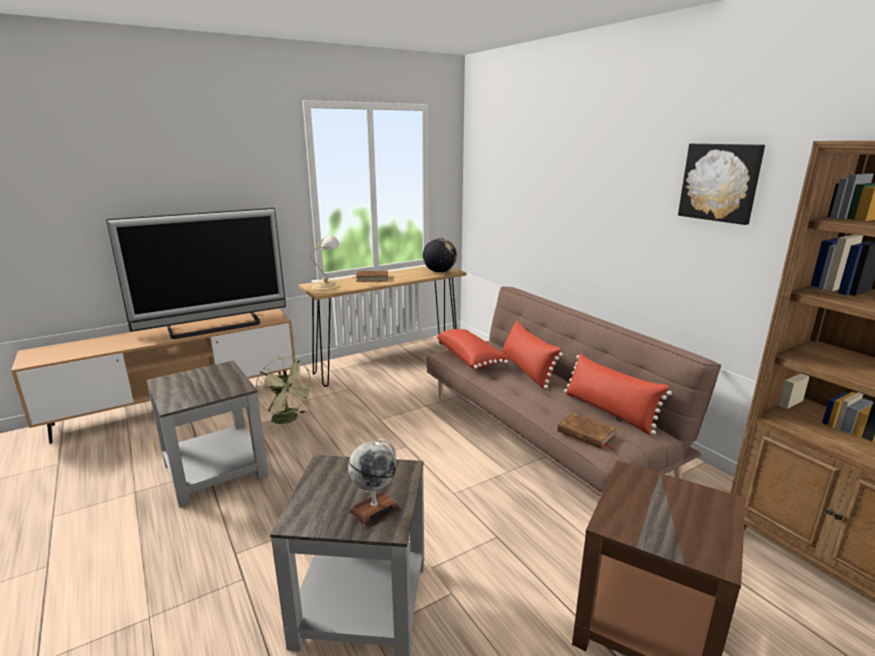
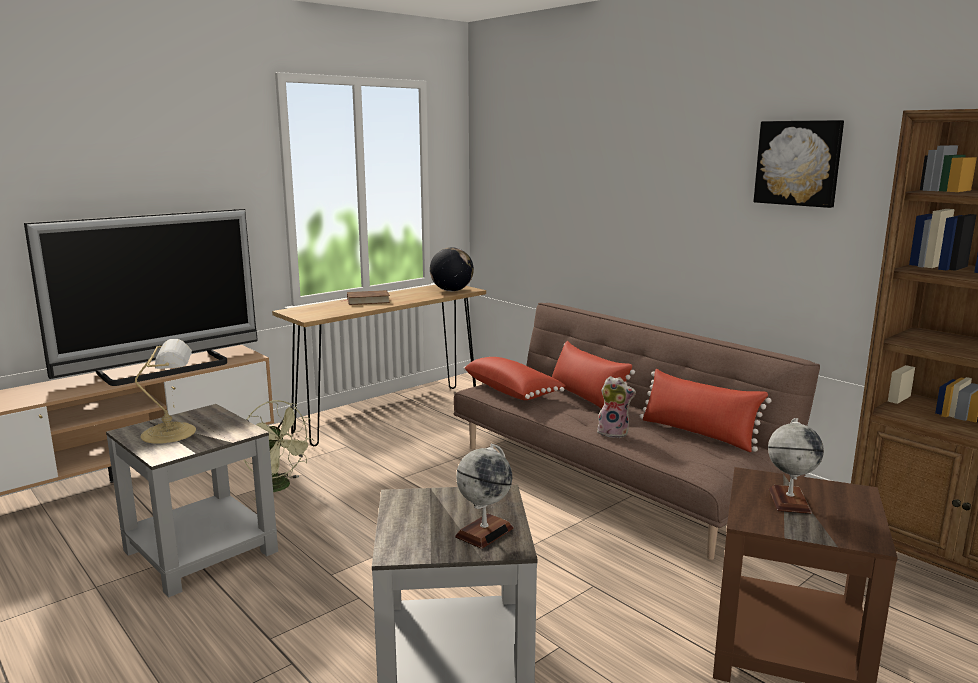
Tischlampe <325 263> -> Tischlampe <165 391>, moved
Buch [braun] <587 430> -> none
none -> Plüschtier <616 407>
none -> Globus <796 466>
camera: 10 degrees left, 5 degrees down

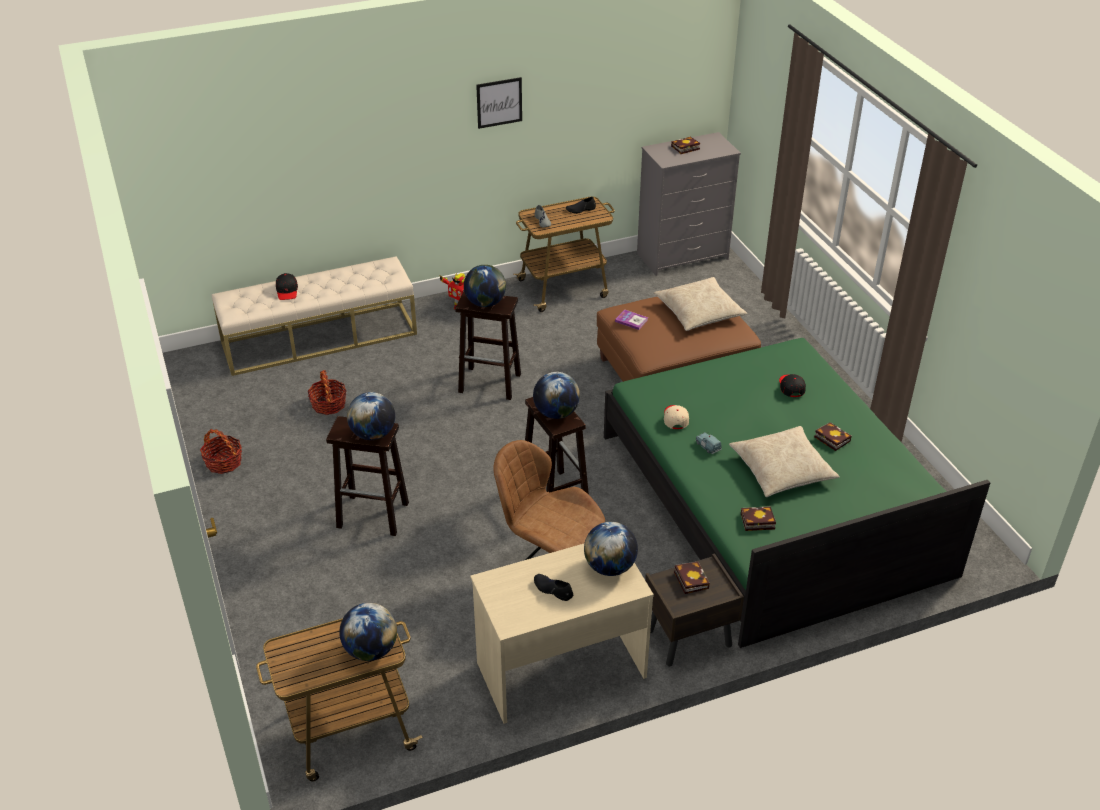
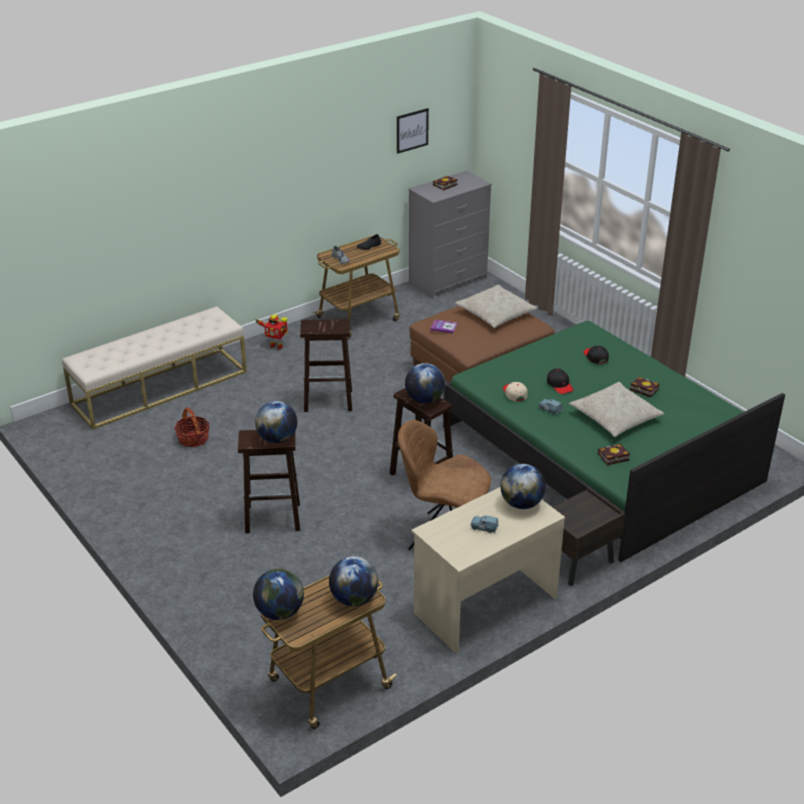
Bild <499 103> -> Bild <413 131>, moved
Globus <485 286> -> Globus <278 594>, moved
Kappe [schwarz] <287 286> -> Kappe [schwarz] <560 381>, moved
Korb <221 451> -> none
Buch <692 578> -> none
Schuh [schwarz] <553 587> -> Spielzeugauto [blau] <484 524>
camera: 15 degrees left, 5 degrees down

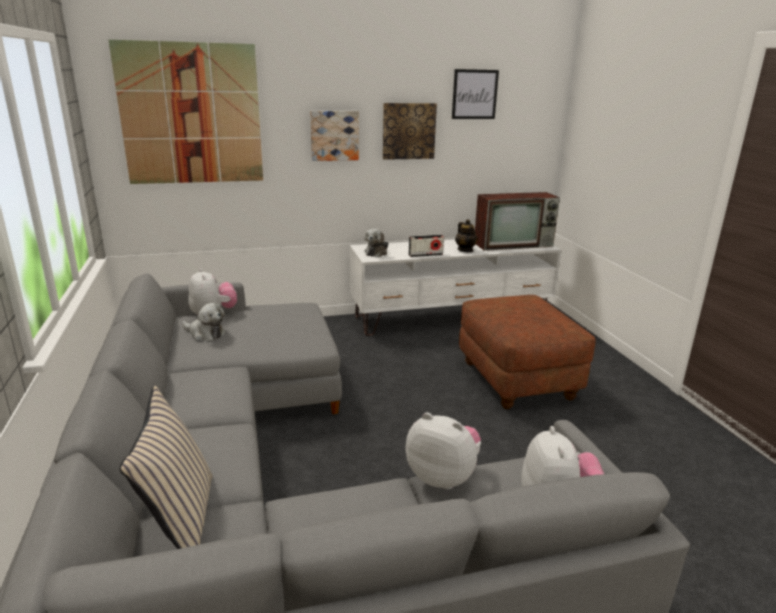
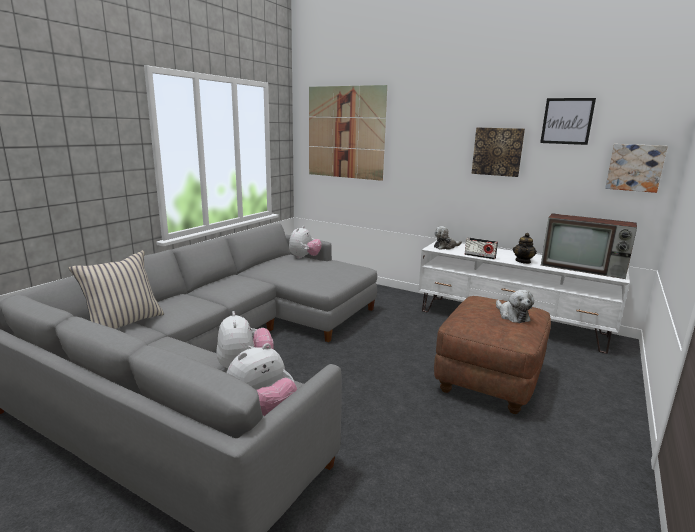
Bild <334 136> -> Bild <636 168>, moved
Plüschtier <204 322> -> Plüschtier <515 306>, moved
camera: 45 degrees right, 5 degrees down

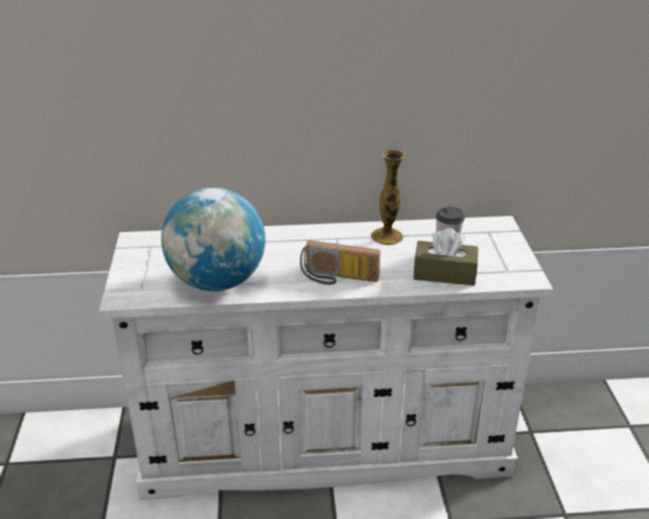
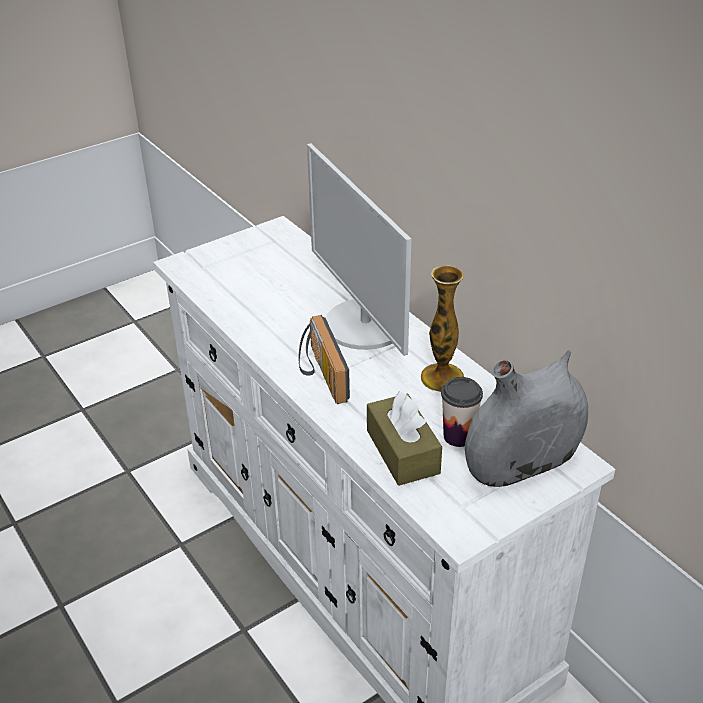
Globus <213 239> -> none
none -> Monitor <359 249>
none -> Vase [grau] <526 418>
camera: 60 degrees right, 5 degrees up

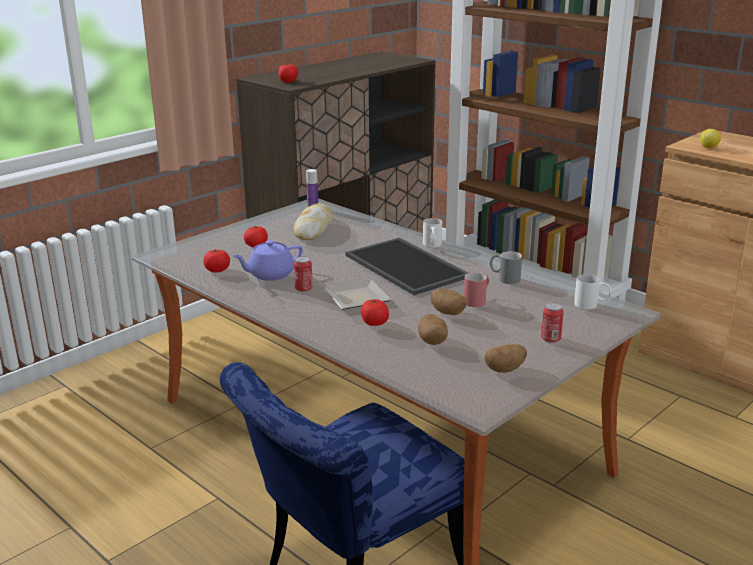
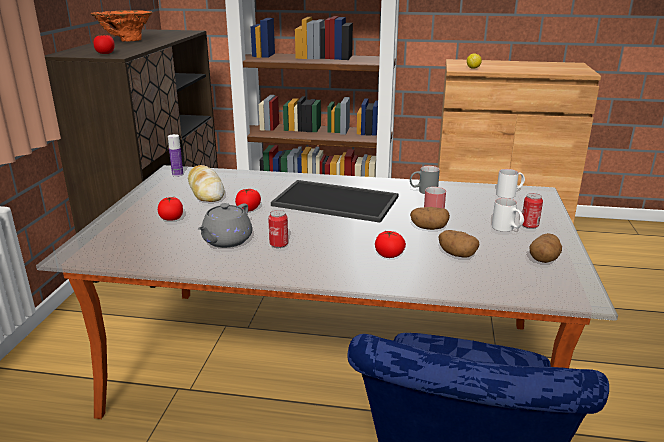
Henkelbecher [weiß] <432 233> -> Henkelbecher [weiß] <508 215>, moved
Teekanne [lila] <268 260> -> Teekanne [grau] <225 225>
Tomate <216 261> -> Tomate <248 200>, moved
Teller <357 295> -> none
none -> Vase [orange] <122 26>
camera: 35 degrees left, 0 degrees up

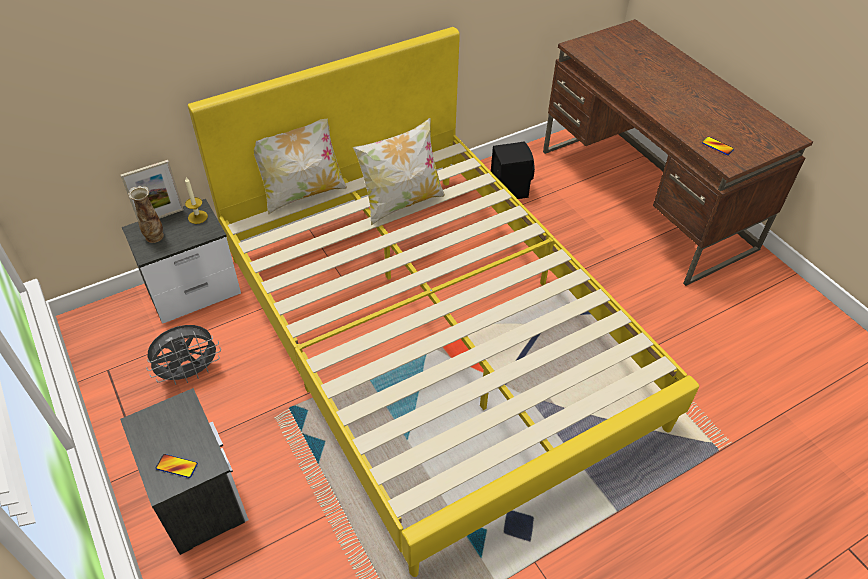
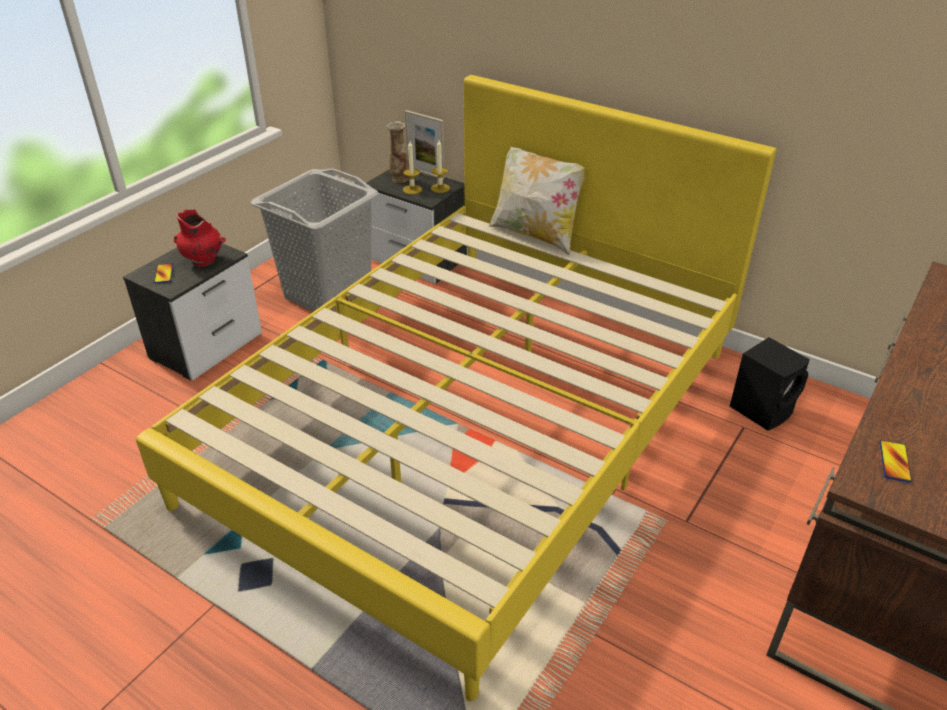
Kissen <399 172> -> none
Ventilator [grau] <183 355> -> Wäschekorb [grau] <315 240>
none -> Kerze <412 167>
none -> Vase [rot] <200 238>
camera: 65 degrees right, 10 degrees down

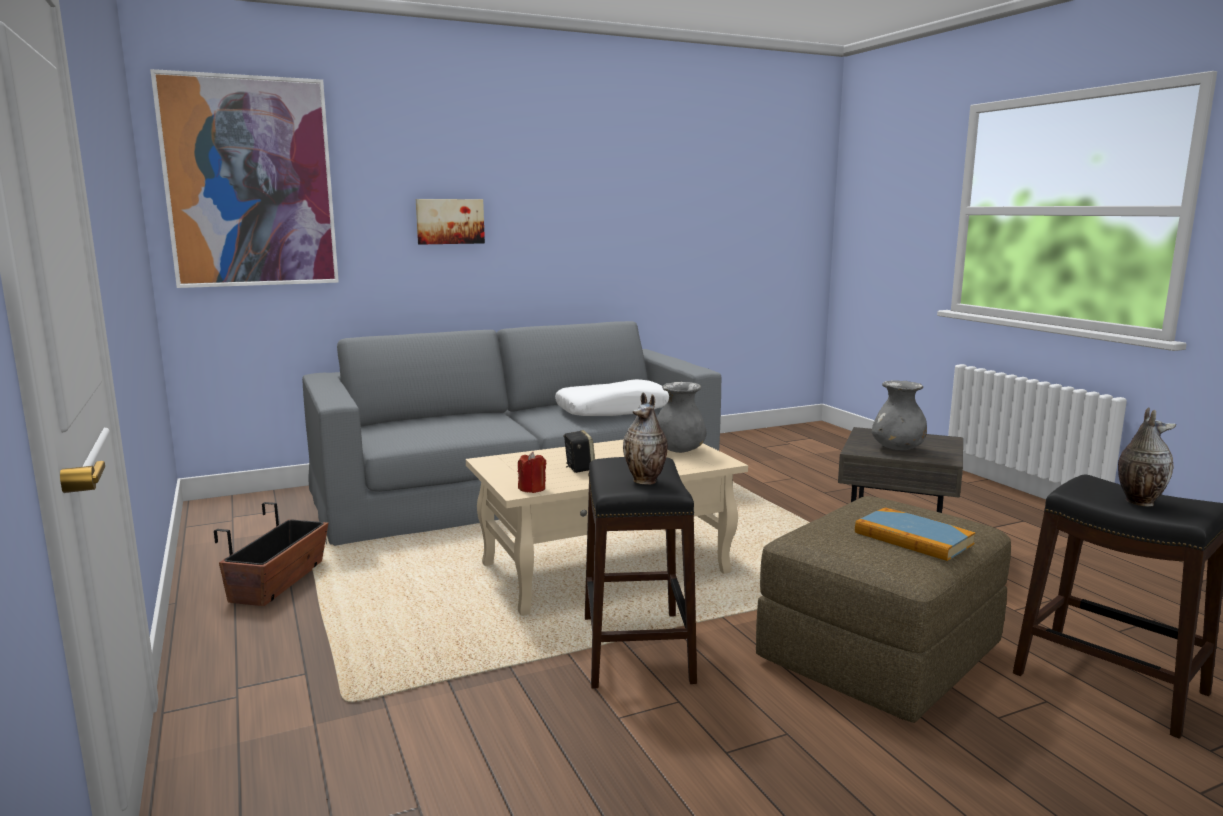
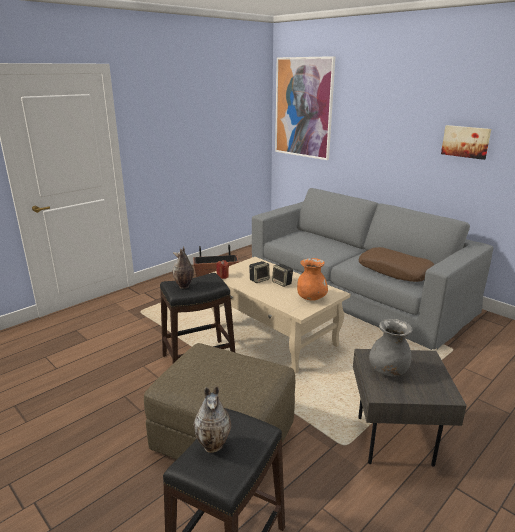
Bild <450 222> -> Bild <466 142>, moved
Kissen [weiß] <612 397> -> Kissen [braun] <397 264>
Vase [grau] <681 417> -> Vase [orange] <312 279>
Buch <915 534> -> none
none -> Lautsprecher <282 275>
camera: 70 degrees right, 10 degrees up

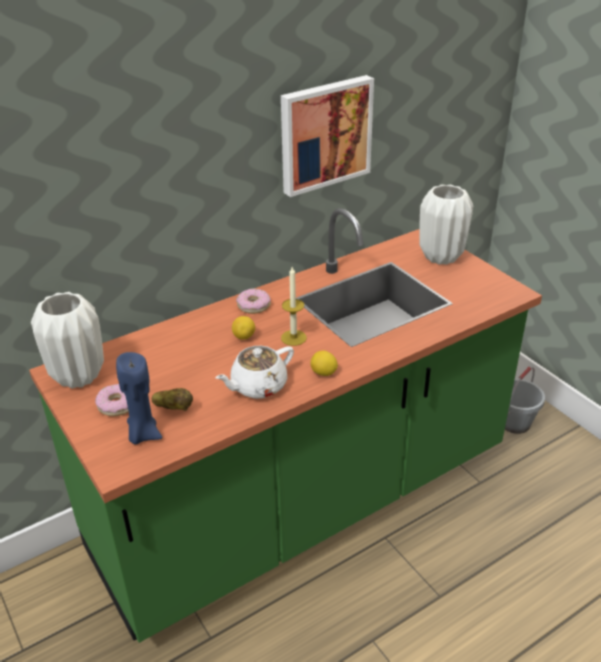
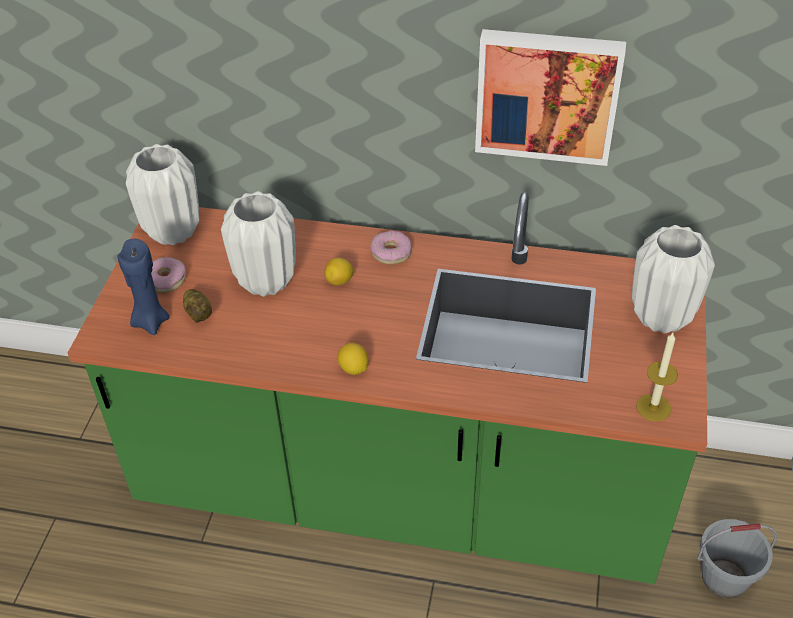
Kerze <294 306> -> Kerze <657 377>, moved
Teekanne [weiß] <254 372> -> none
none -> Vase [weiß] <258 244>
camera: 45 degrees right, 10 degrees up

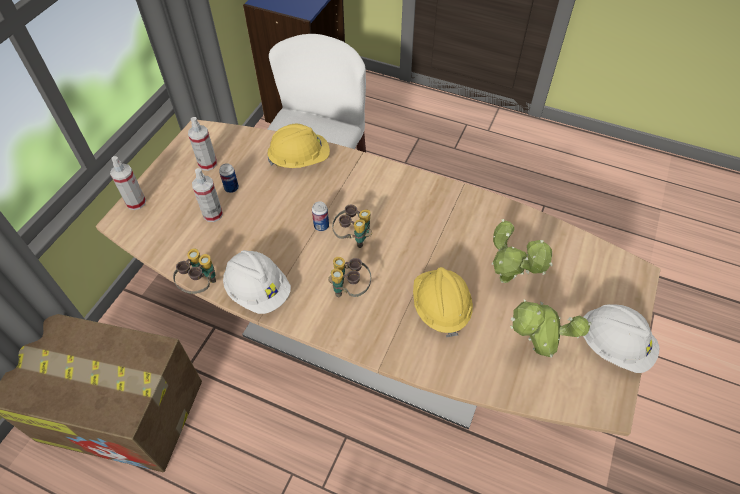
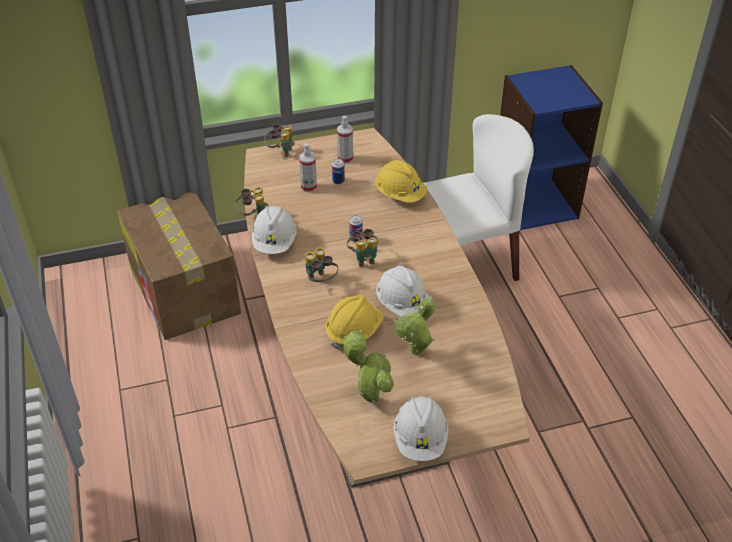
Sprühflasche <128 183> -> Fernglas <279 140>
none -> Schutzhelm [weiß] <403 291>
camera: 50 degrees right, 10 degrees down

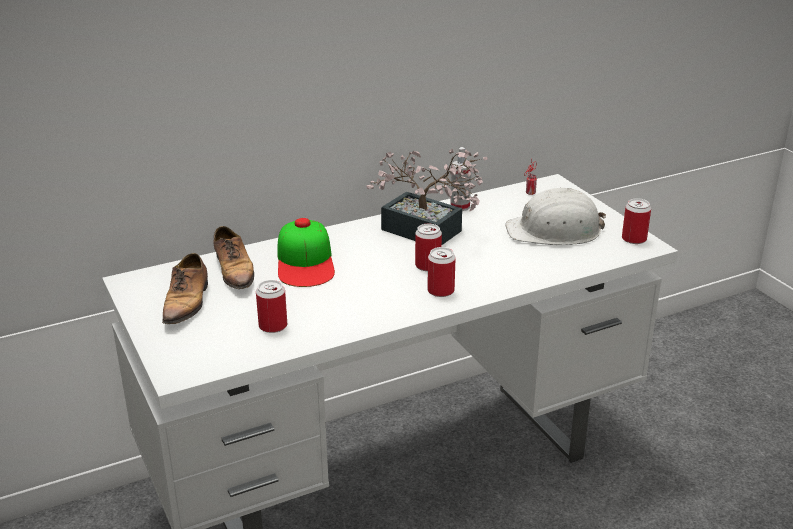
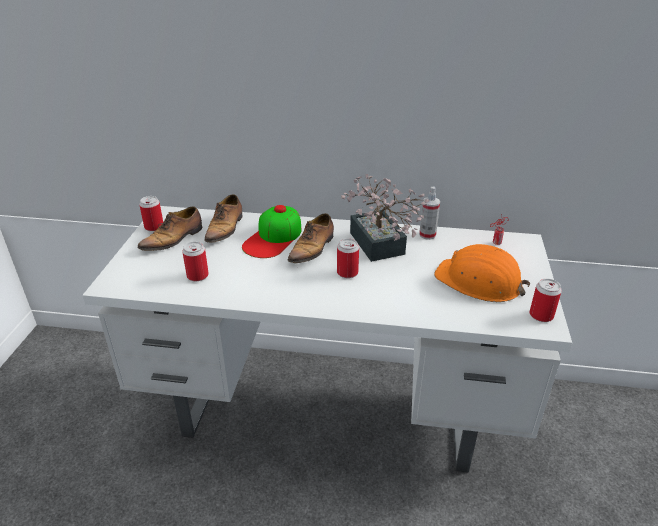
Schutzhelm [weiß] <555 216> -> Schutzhelm [orange] <482 273>
Dose <441 272> -> Dose <151 213>, moved
none -> Schuh <310 240>
camera: 35 degrees right, 5 degrees up

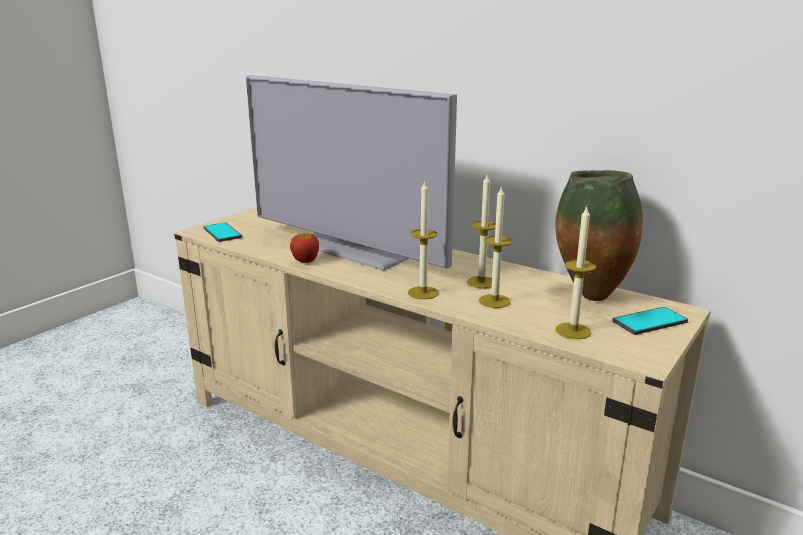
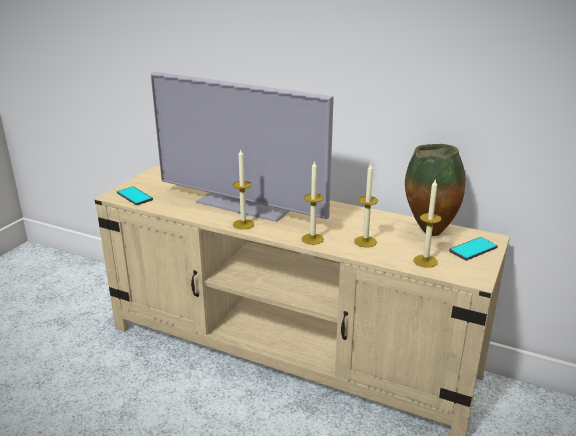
Kerze <481 231> -> Kerze <243 190>, moved
Apfel <304 248> -> none
camera: 10 degrees left, 5 degrees up

